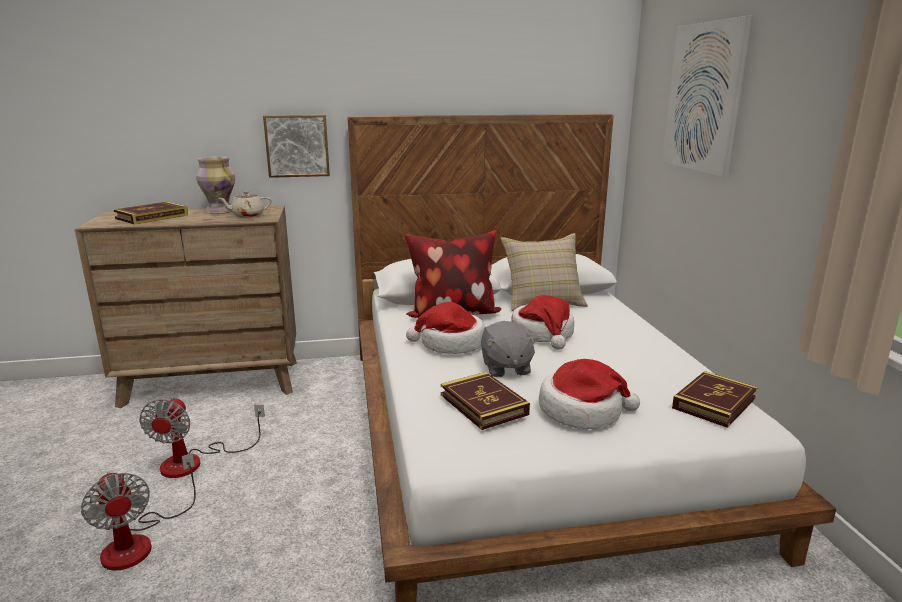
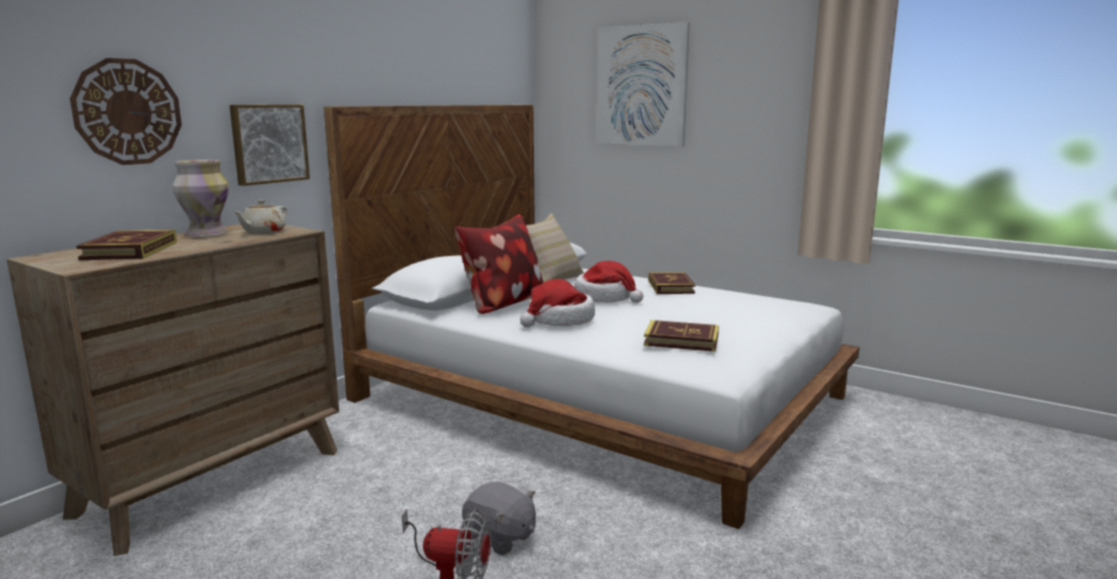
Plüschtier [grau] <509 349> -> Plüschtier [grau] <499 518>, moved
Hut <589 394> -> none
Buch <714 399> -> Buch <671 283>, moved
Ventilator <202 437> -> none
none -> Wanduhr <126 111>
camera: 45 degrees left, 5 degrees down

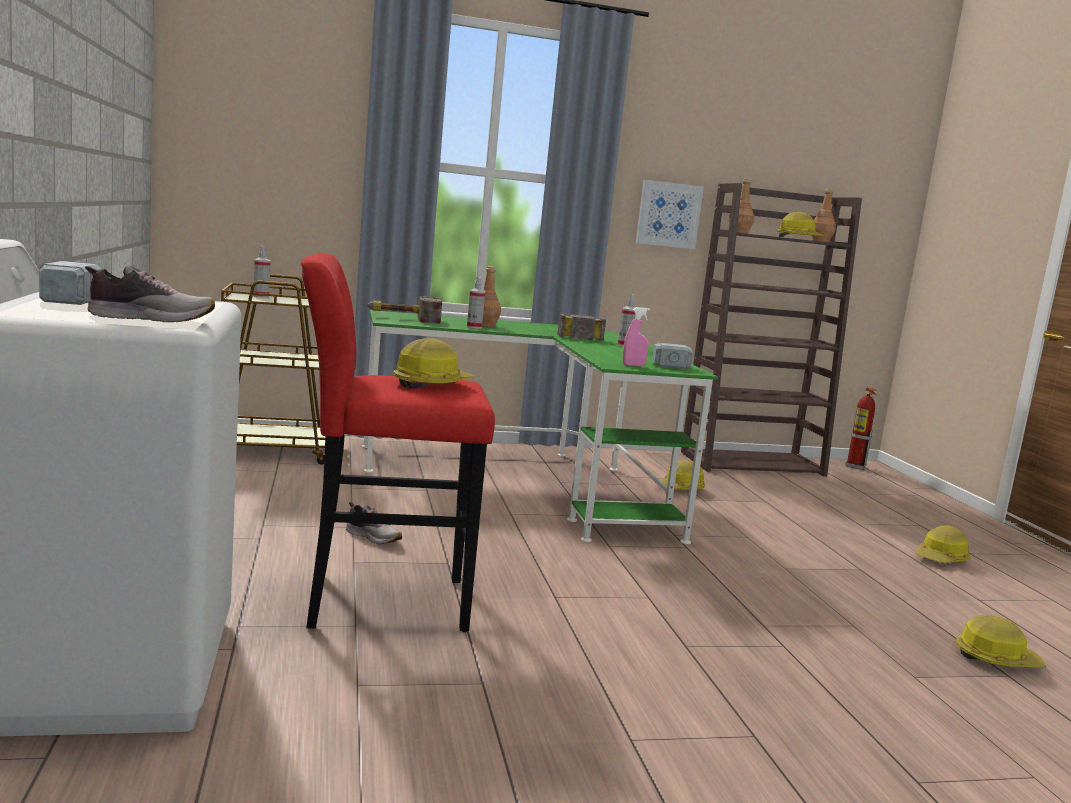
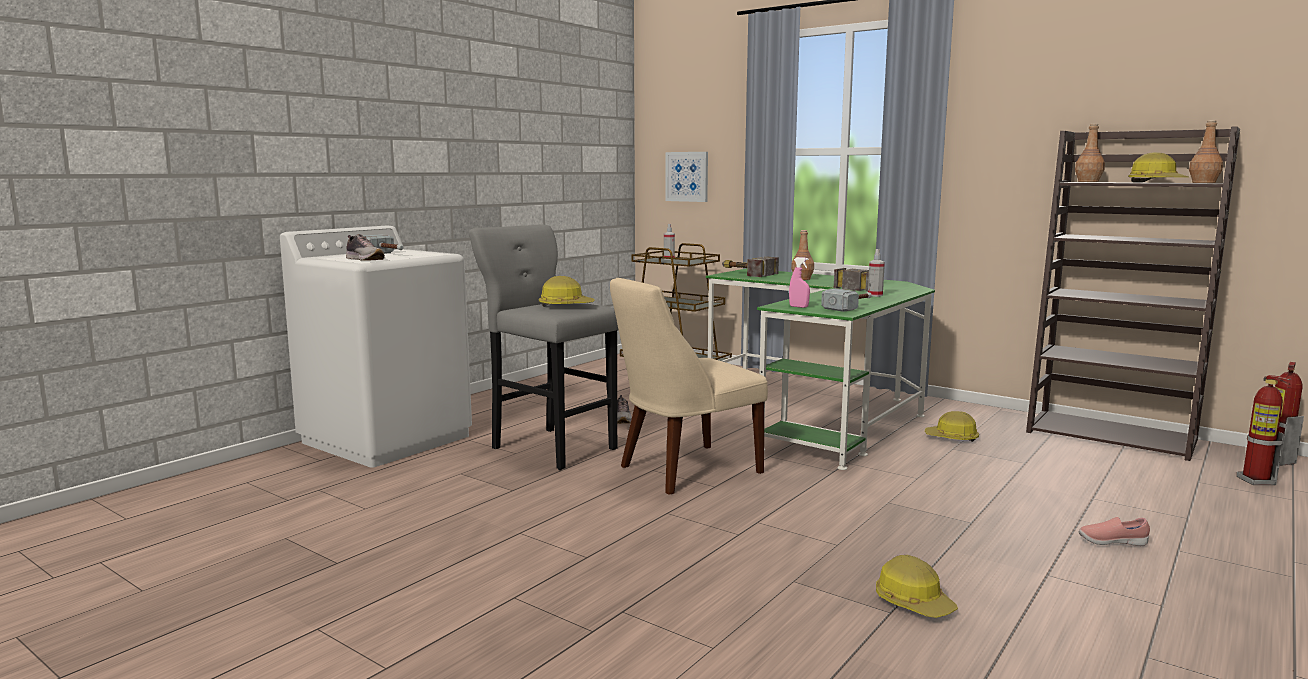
Bild <670 214> -> Bild <686 177>, moved
Hocker [rot] <398 442> -> Hocker [grau] <543 347>
Sprühflasche <476 303> -> none
Schutzhelm <943 544> -> Schuh [rosa] <1114 531>
none -> Stuhl [beige] <689 386>
none -> Feuerlöscher <1264 430>
camera: 50 degrees right, 0 degrees up

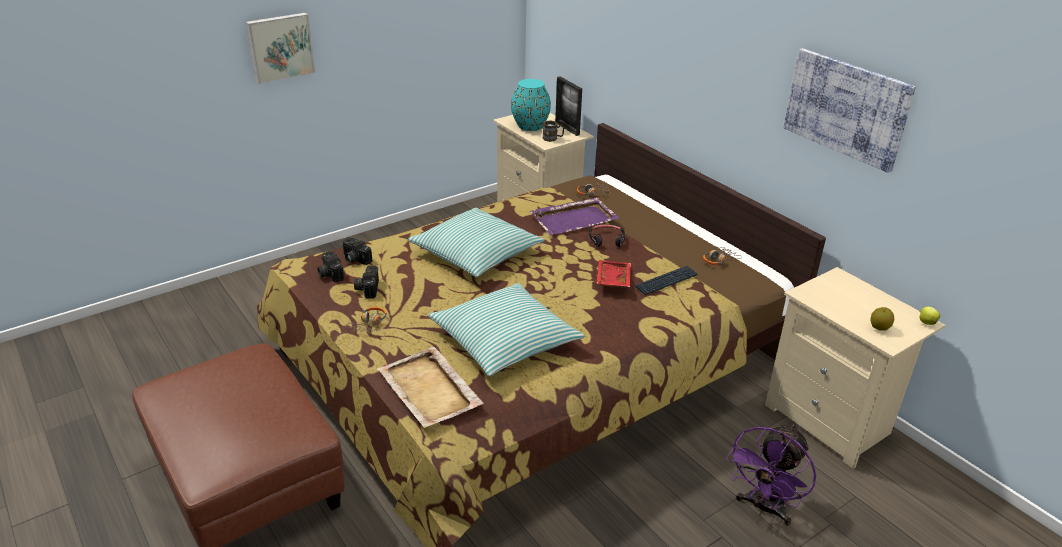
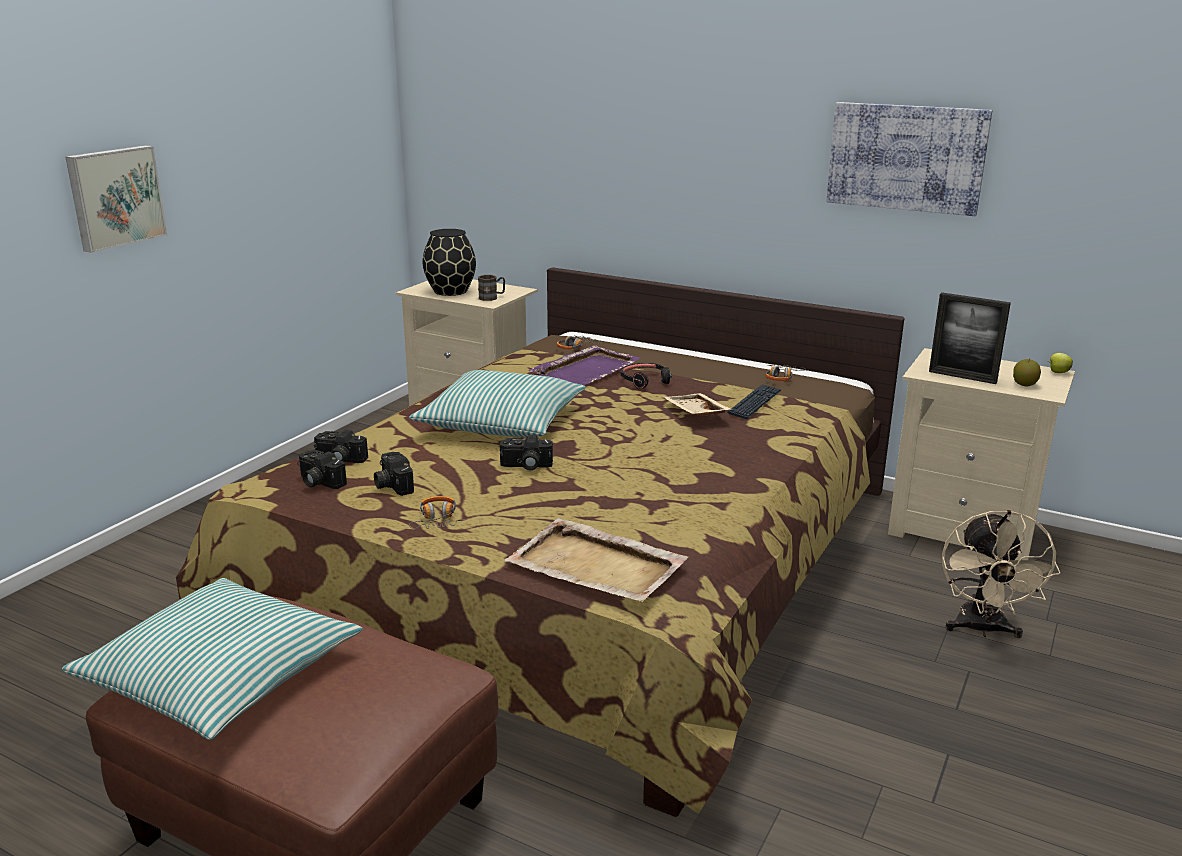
Bilderrahmen <568 106> -> Bilderrahmen <970 338>, moved
Vase [türkis] <531 105> -> Vase [schwarz] <449 262>
Tablett [rot] <613 273> -> Tablett [beige] <698 404>
Kissen <506 329> -> Kissen <212 659>, moved
Ventilator [lila] <771 475> -> Ventilator [beige] <1001 574>
none -> Kamera <526 453>
camera: 25 degrees left, 10 degrees down

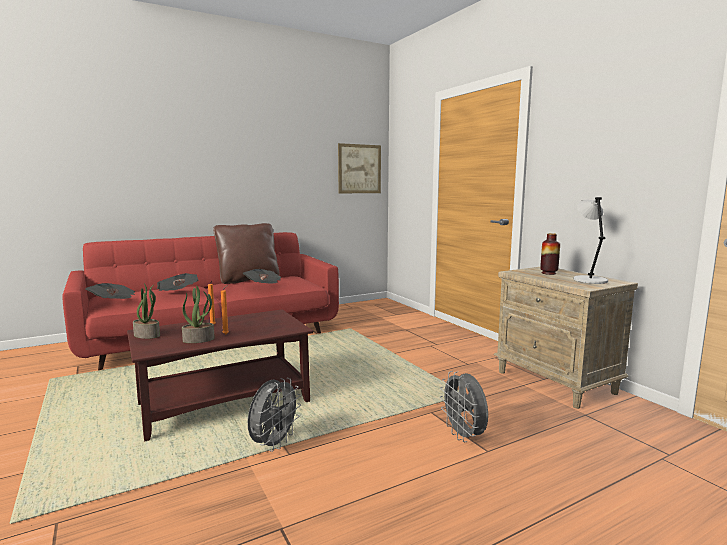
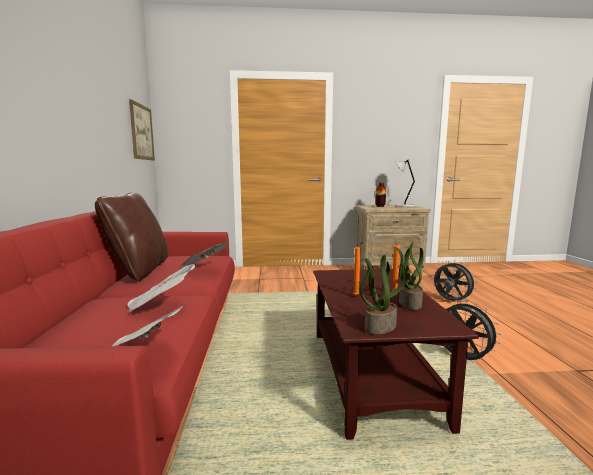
Ventilator [grau] <464 406> -> Ventilator [grau] <456 281>, 135 degrees counterclockwise
camera: 65 degrees left, 0 degrees up

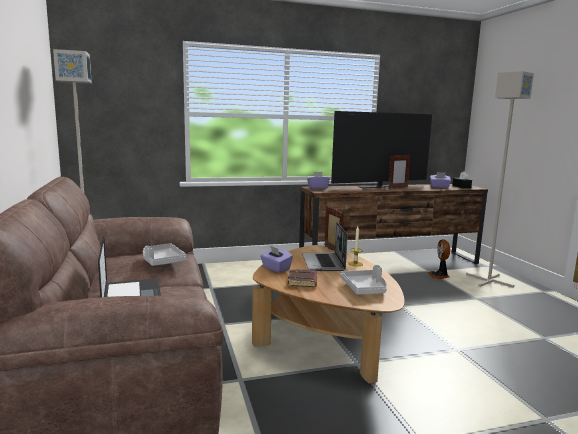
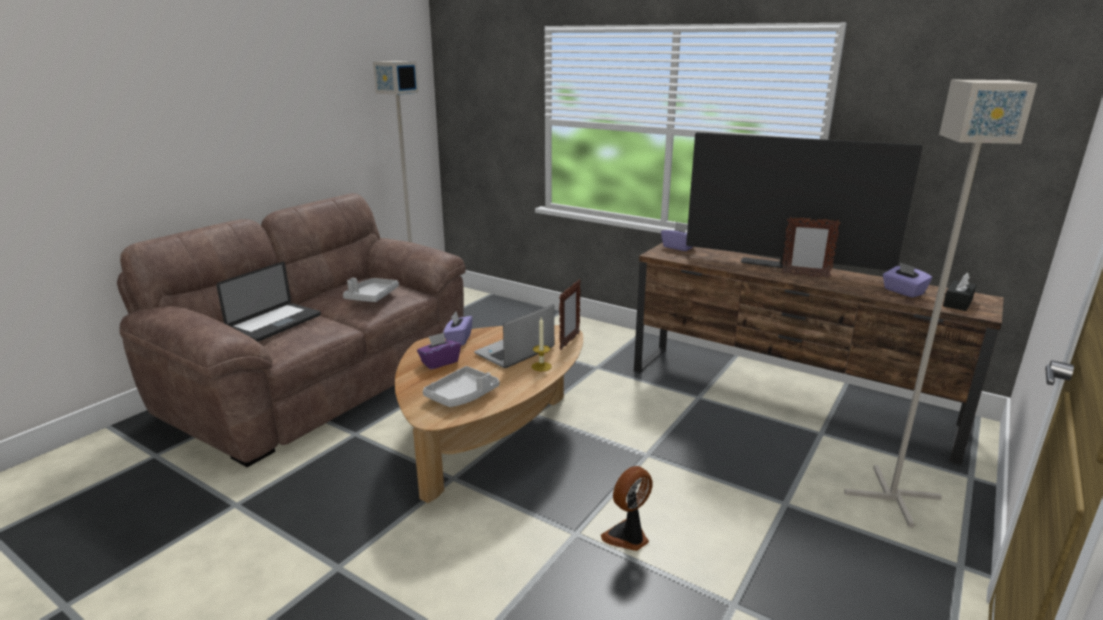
Ventilator <439 259> -> Ventilator <627 508>, moved
Buch [braun] <302 278> -> Taschentuchbox [lila] <439 351>
camera: 50 degrees right, 10 degrees up

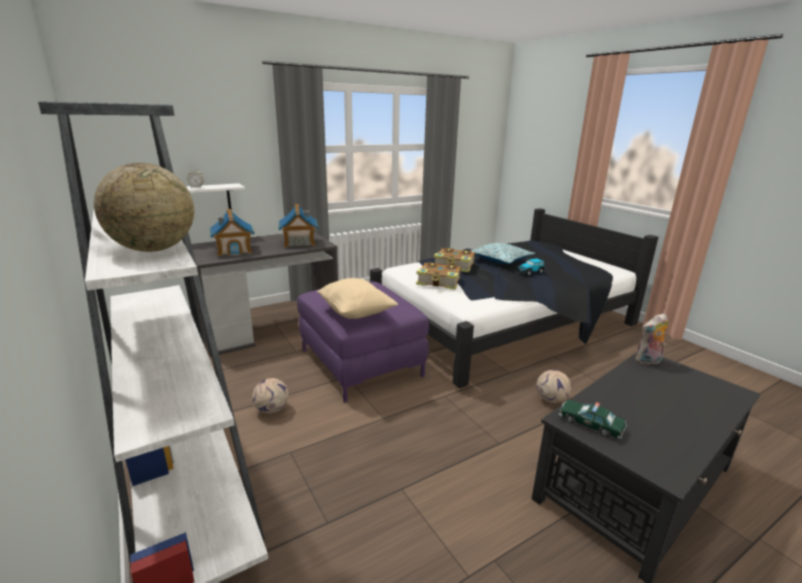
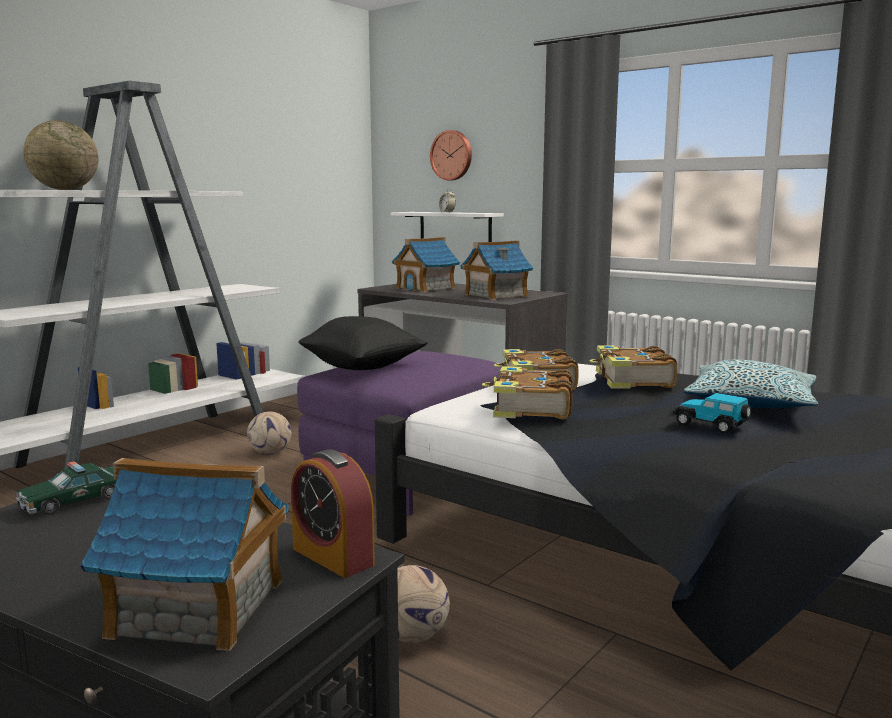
Kissen [beige] <357 298> -> Kissen [schwarz] <363 343>
Plüschtier <651 339> -> Wecker <333 513>
Spielzeugauto <593 419> -> Spielzeugauto <66 488>, 150 degrees counterclockwise
none -> Wanduhr <451 155>
none -> Buch <527 392>
none -> Spielzeughaus <184 554>
camera: 70 degrees right, 10 degrees down

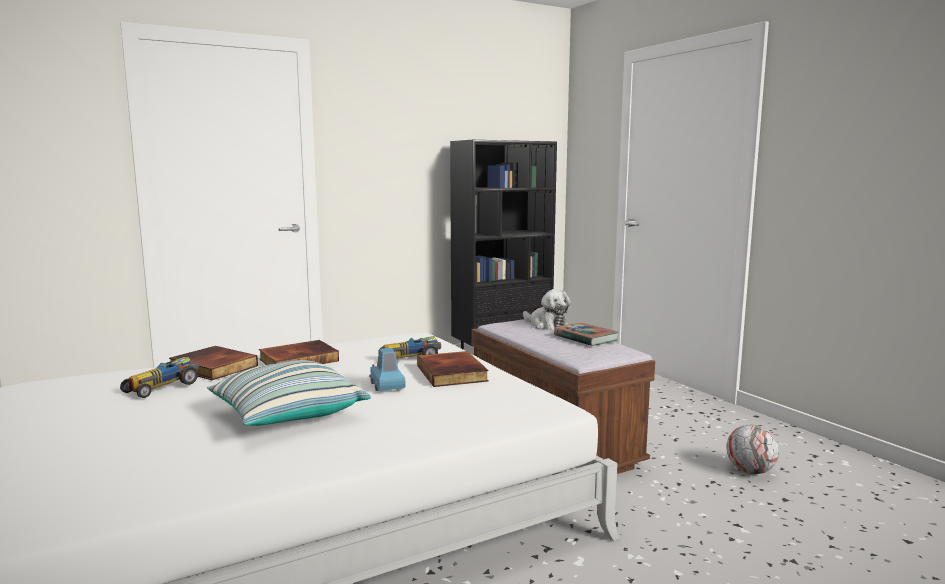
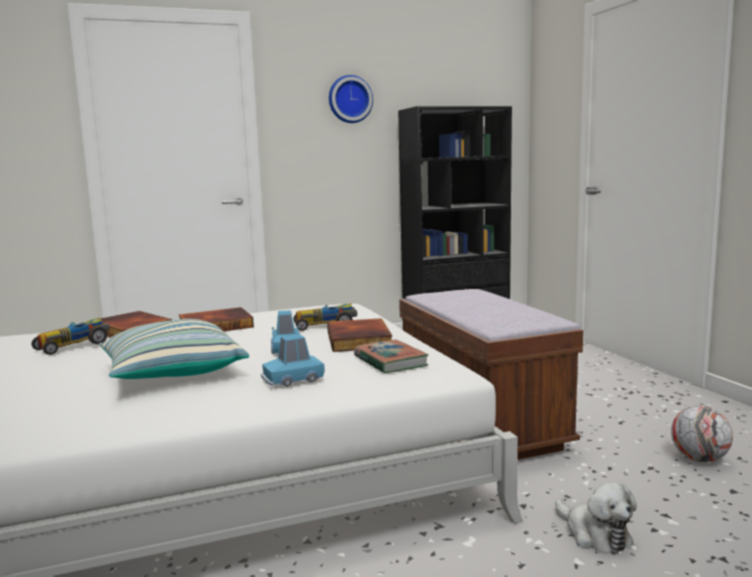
Plüschtier <547 309> -> Plüschtier <596 518>, moved
Buch <586 334> -> Buch <391 357>, moved
none -> Wanduhr <351 99>
none -> Spielzeugauto [blau] <293 360>
camera: 10 degrees right, 0 degrees up

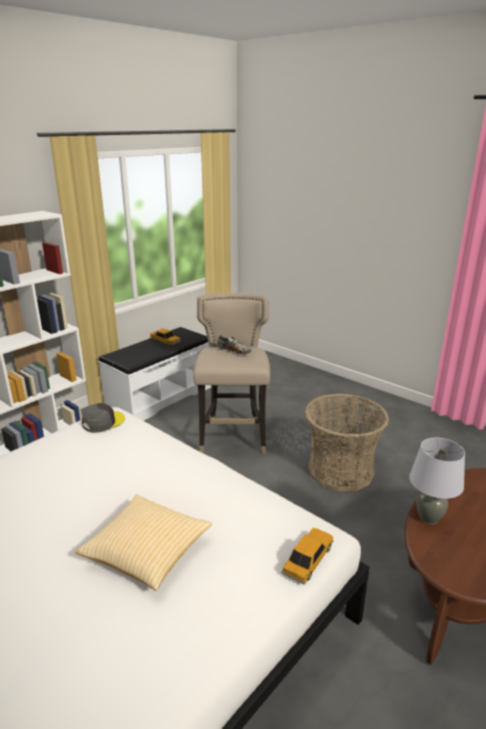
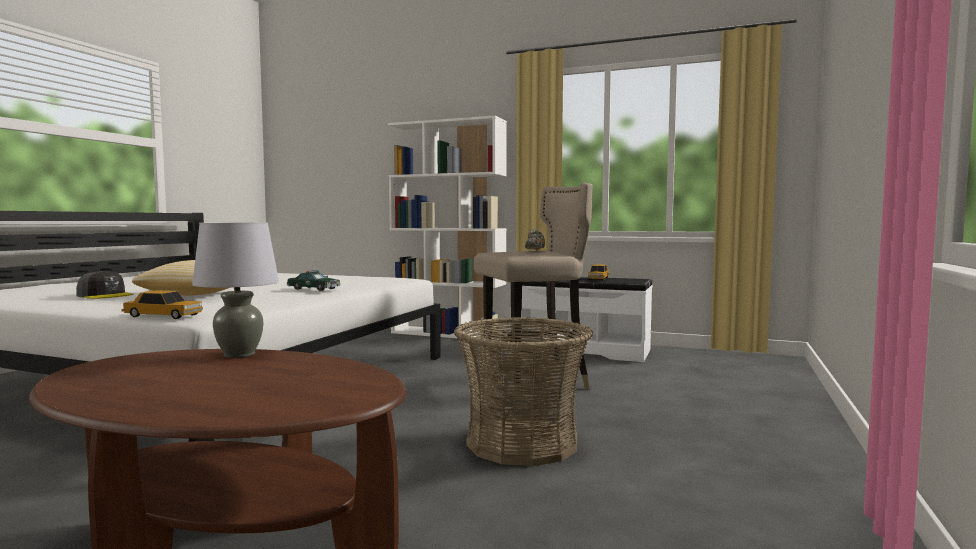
Kappe [grau] <103 418> -> Kappe [grau] <105 285>, moved
none -> Spielzeugauto <313 280>
camera: 70 degrees right, 20 degrees down

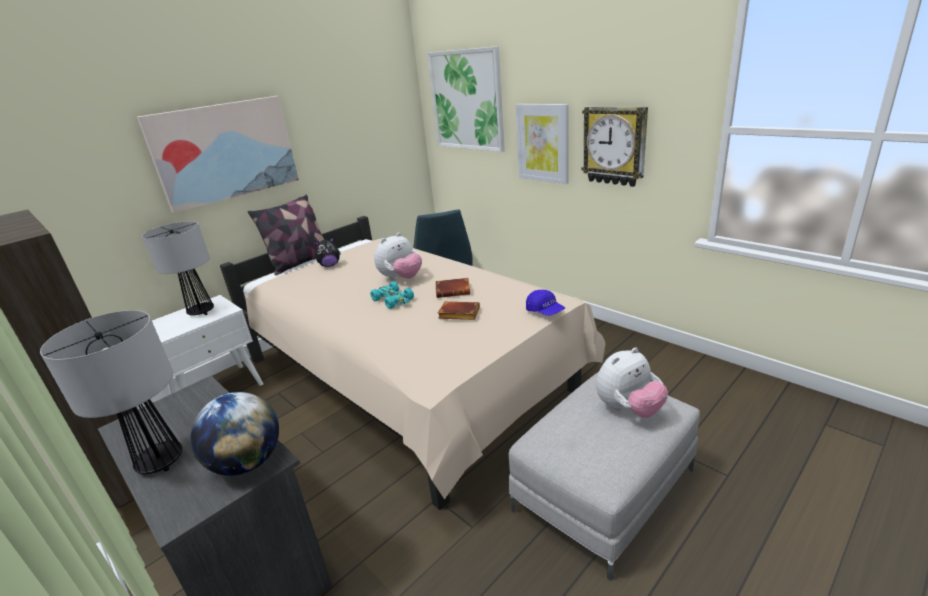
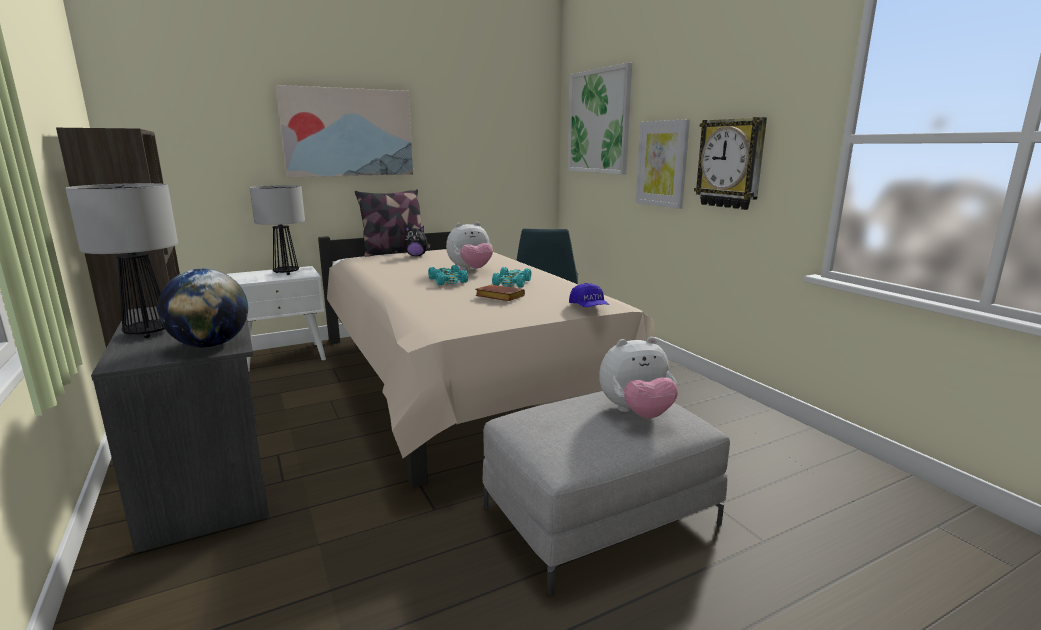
Buch [braun] <453 288> -> Spielzeugauto [türkis] <512 277>
camera: 15 degrees right, 10 degrees down

